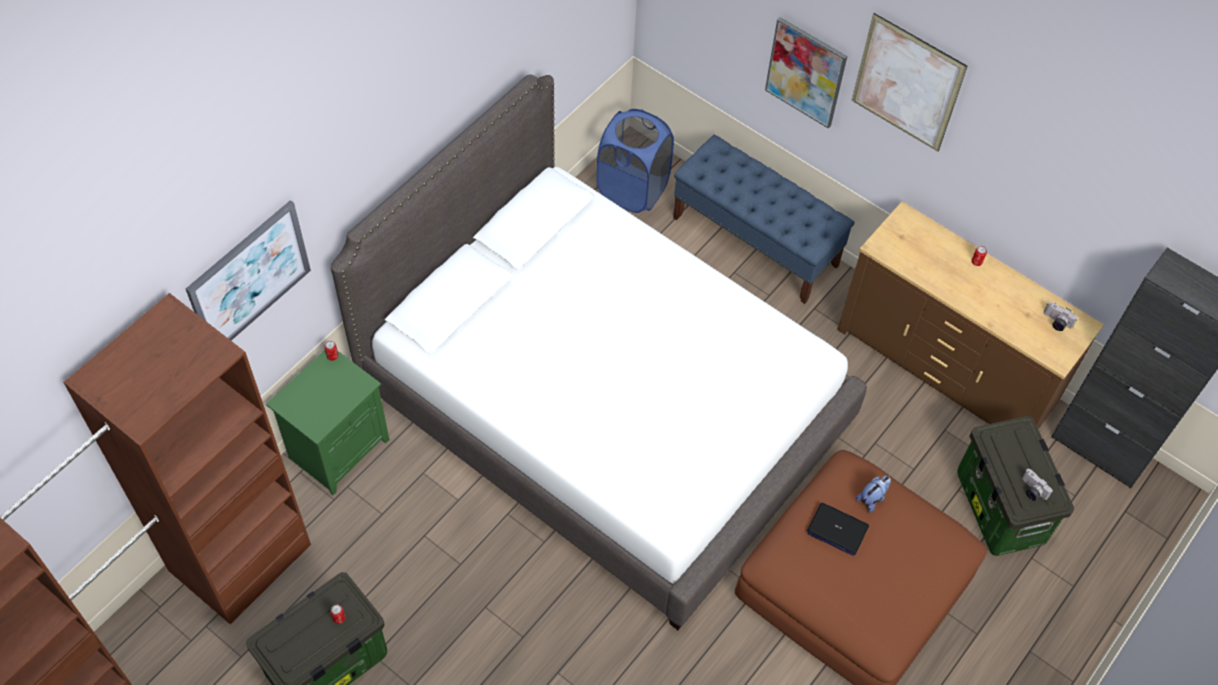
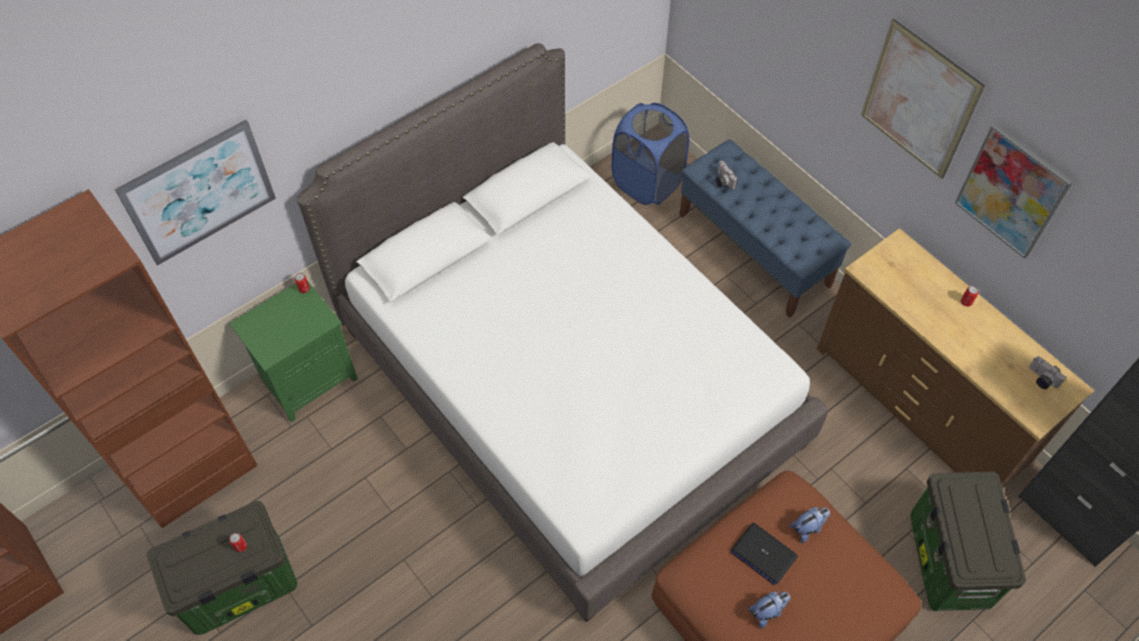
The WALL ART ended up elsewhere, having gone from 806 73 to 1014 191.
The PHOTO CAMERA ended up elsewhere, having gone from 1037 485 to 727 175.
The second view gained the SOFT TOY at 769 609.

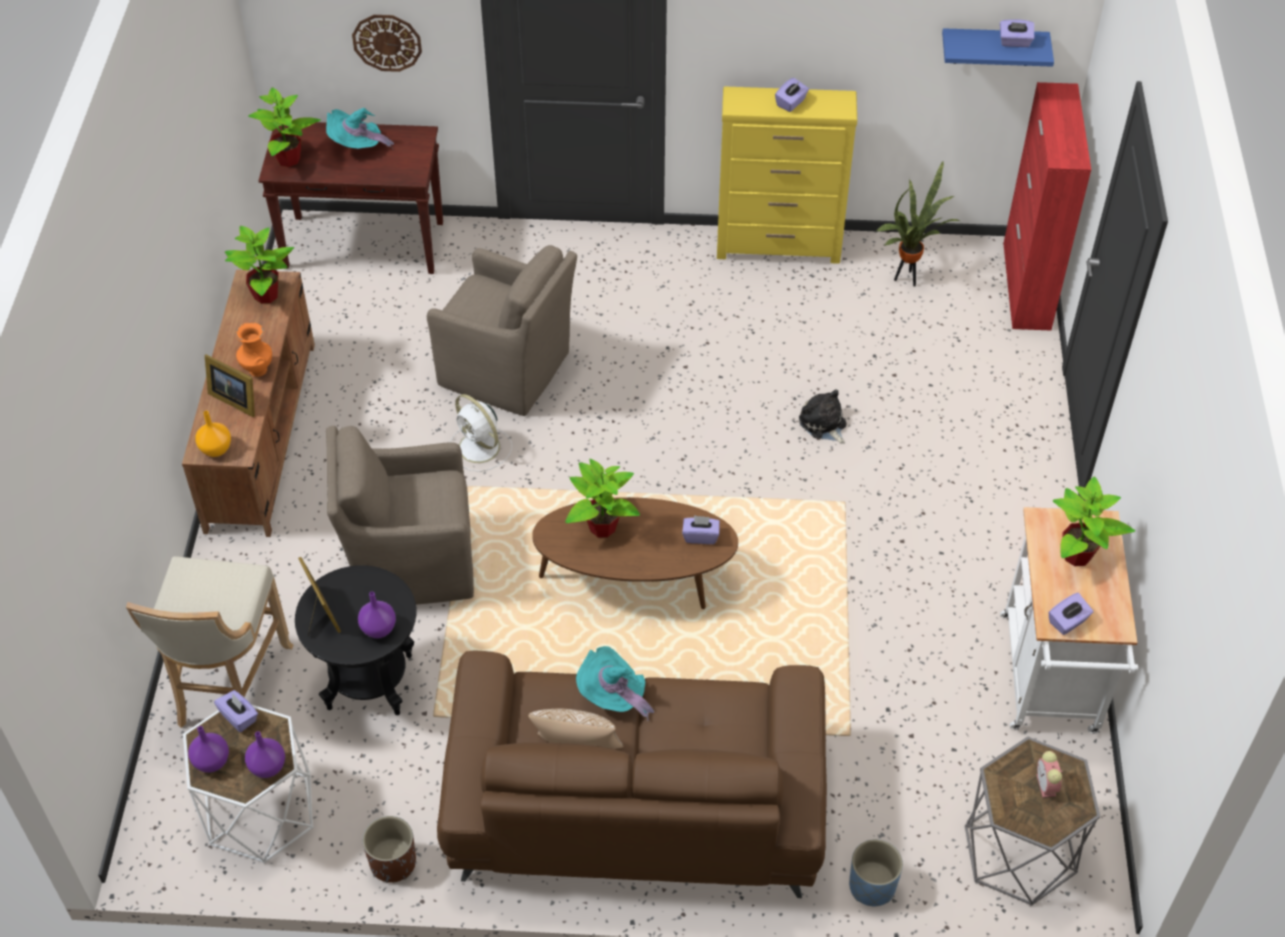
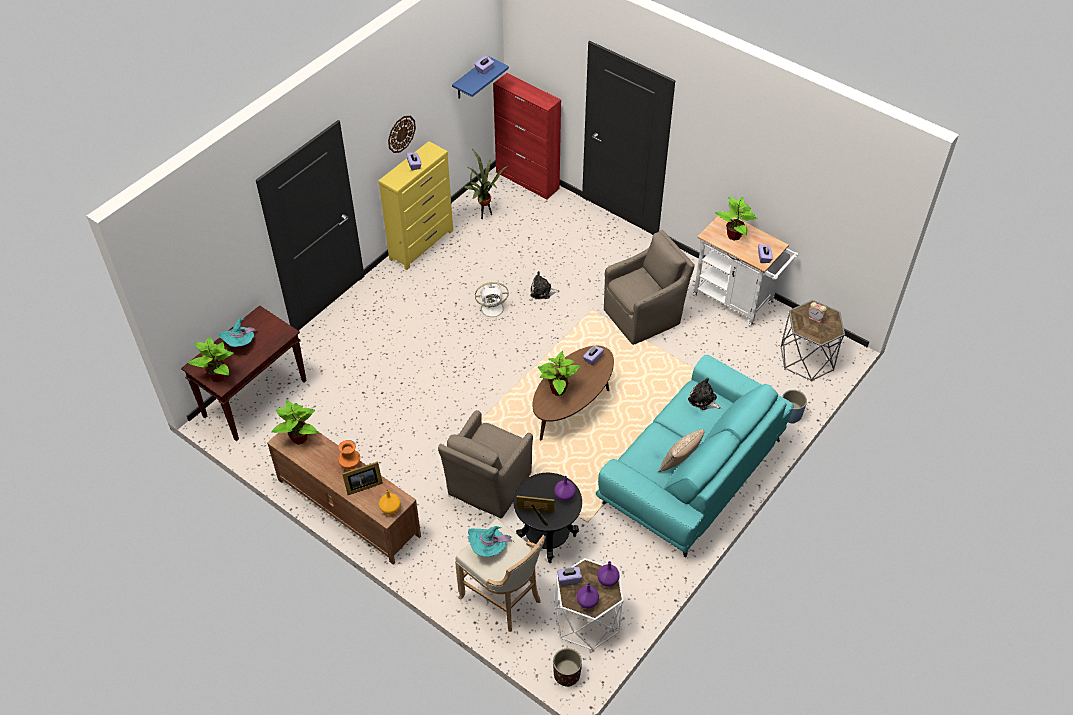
The CLOCK ON THE WALL ended up elsewhere, having gone from 387 43 to 402 134.
The BROWN-COLOURED PLANT POT ended up elsewhere, having gone from 389 849 to 567 667.
The BROWN-COLOURED EASY CHAIR ended up elsewhere, having gone from 502 330 to 649 287.
What was the BROWN-COLOURED SOFA at 632 774 turned into the BLUE-GREEN SOFA at 695 456.
The WHITE COOLING FAN ended up elsewhere, having gone from 481 433 to 491 301.
The BLUE-GREEN HAT ended up elsewhere, having gone from 615 683 to 490 541.
The second view gained the SOFT TOY at 704 394.

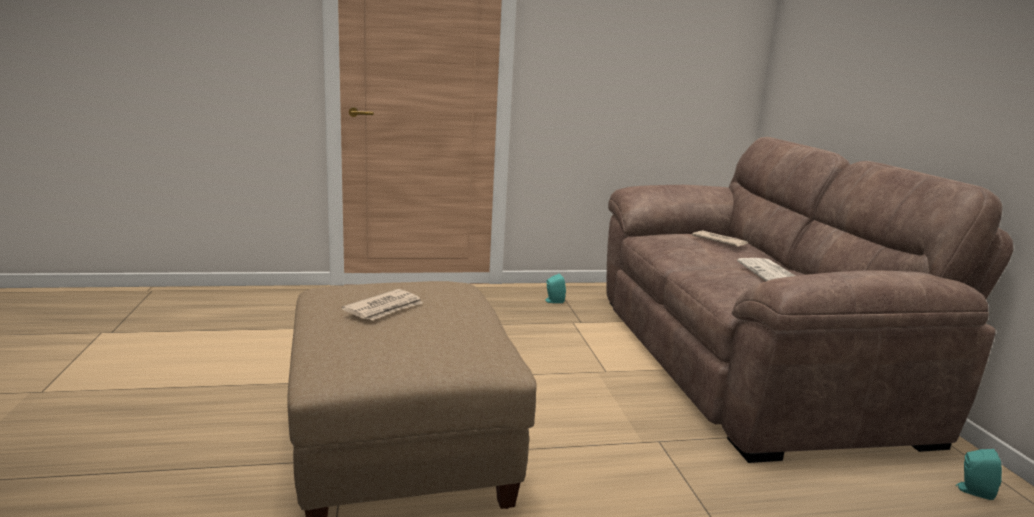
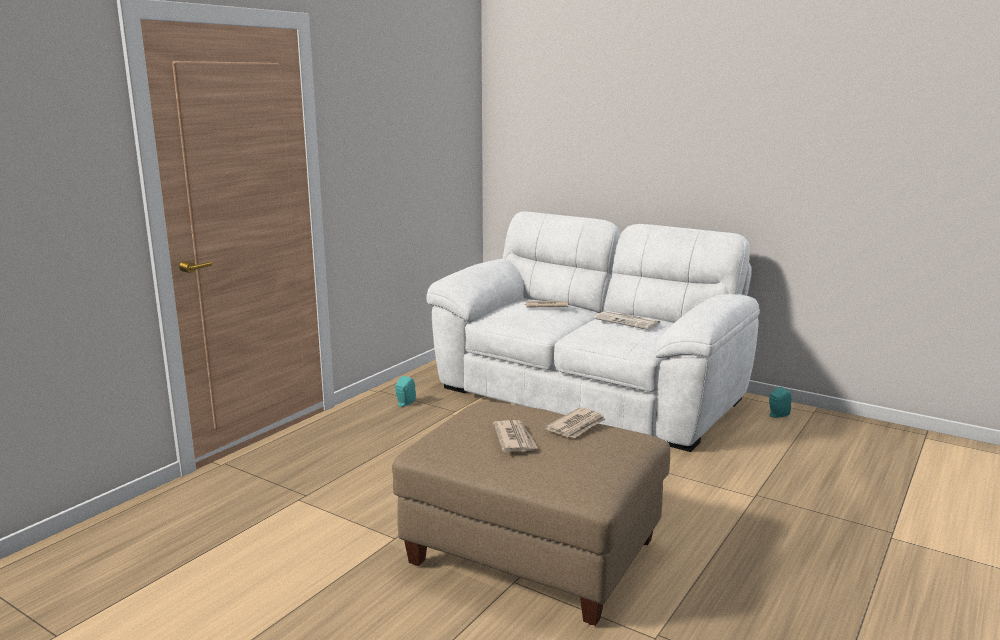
What was the BROWN-COLOURED SOFA at 810 300 turned into the WHITE SOFA at 593 331.
The second view gained the NEWSPAPER at 575 422.

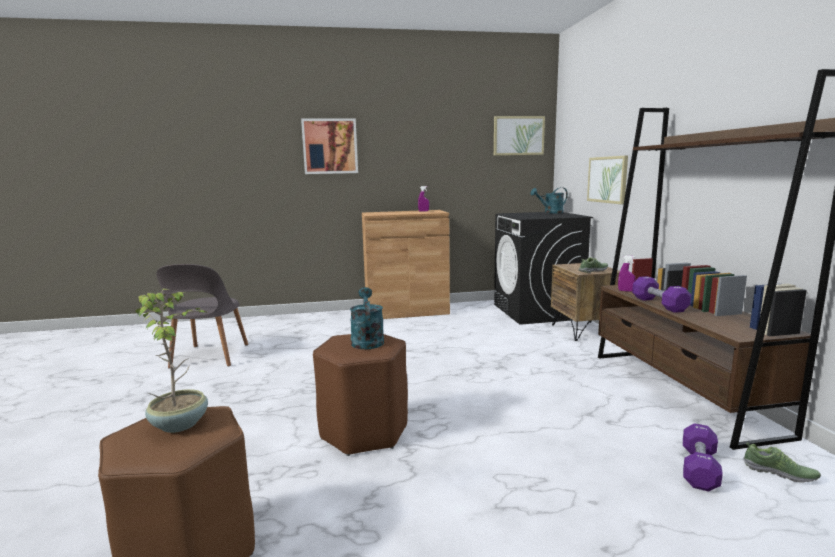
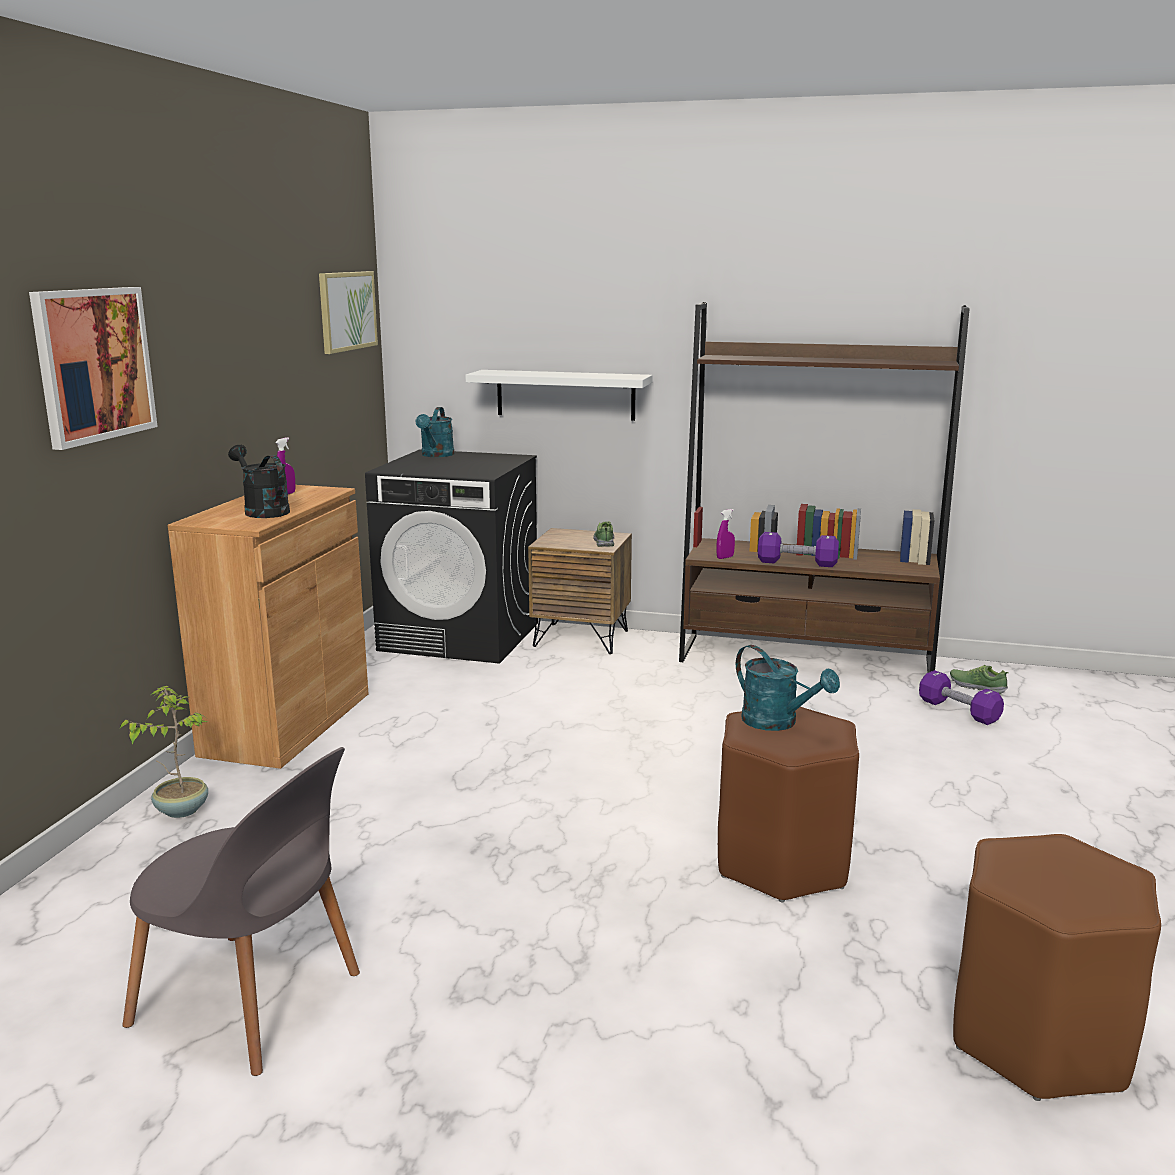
The PLANT IN A POT ended up elsewhere, having gone from 172 361 to 163 752.
The BLUE-GREEN WATERING POT at 367 318 ended up facing another way, 150 degrees counterclockwise from before.
Where the WALL ART hung at 607 179, the WHITE BRACKET SHELF came to hang at 559 395.
The ITEM OF FOOTWEAR at 782 462 ended up facing another way, 105 degrees counterclockwise from before.
The second view gained the BLACK WATERING POT at 259 481.

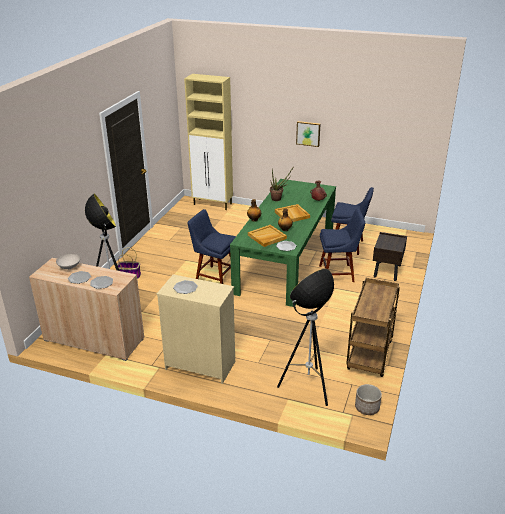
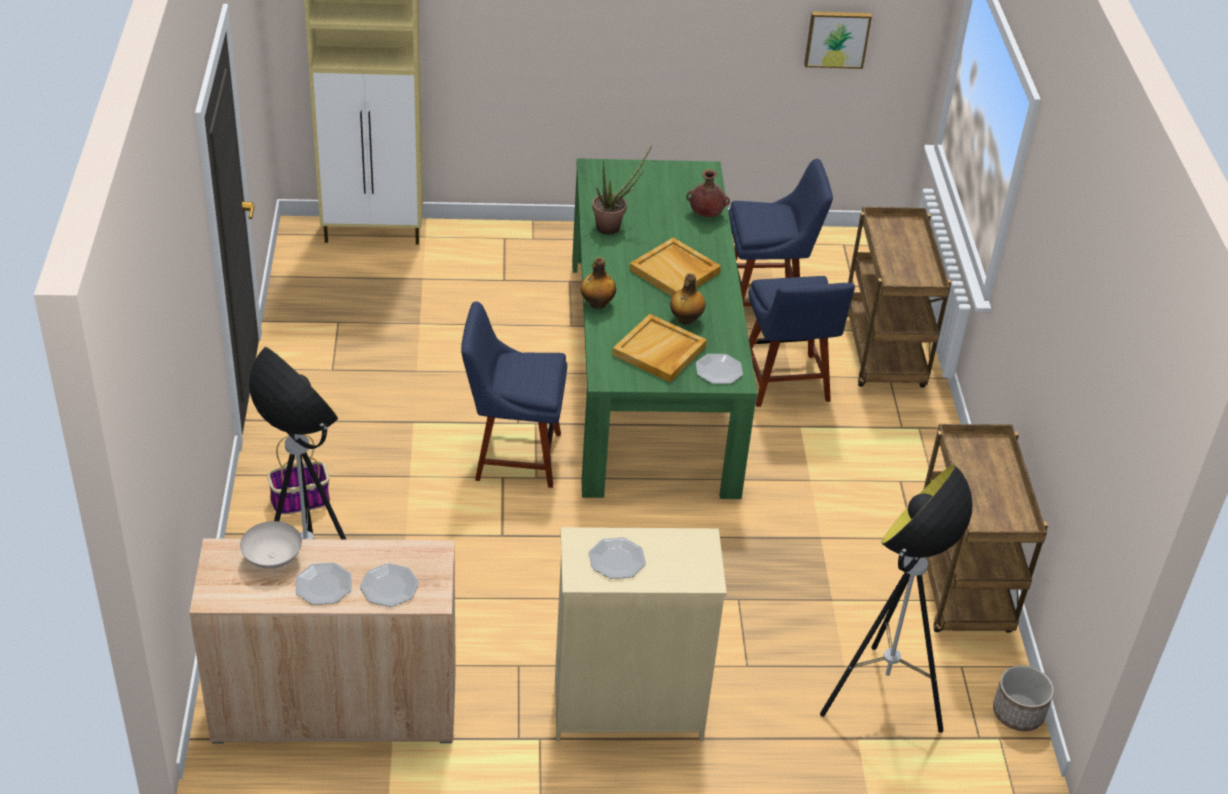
The WALL ART ended up elsewhere, having gone from 308 134 to 838 40.
The BLUISH CHAIR at 342 245 ended up facing another way, 105 degrees clockwise from before.
Where the BROWN-COLOURED NIGHTSTAND stood at 390 256, the BROWN-COLOURED TROLLEY came to stand at 898 297.

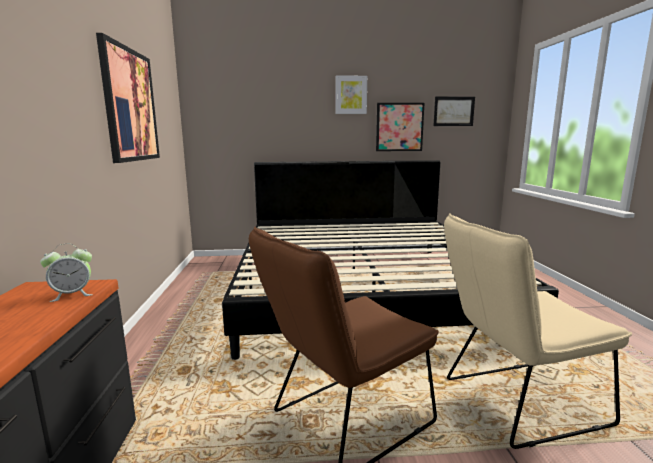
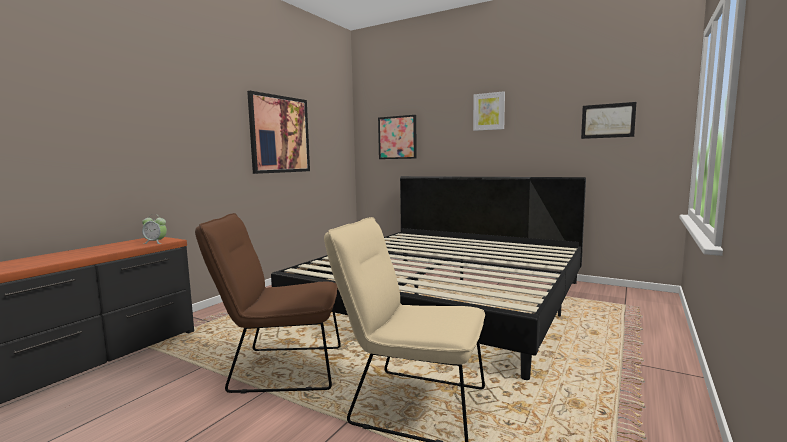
The WALL ART ended up elsewhere, having gone from 400 127 to 397 137.

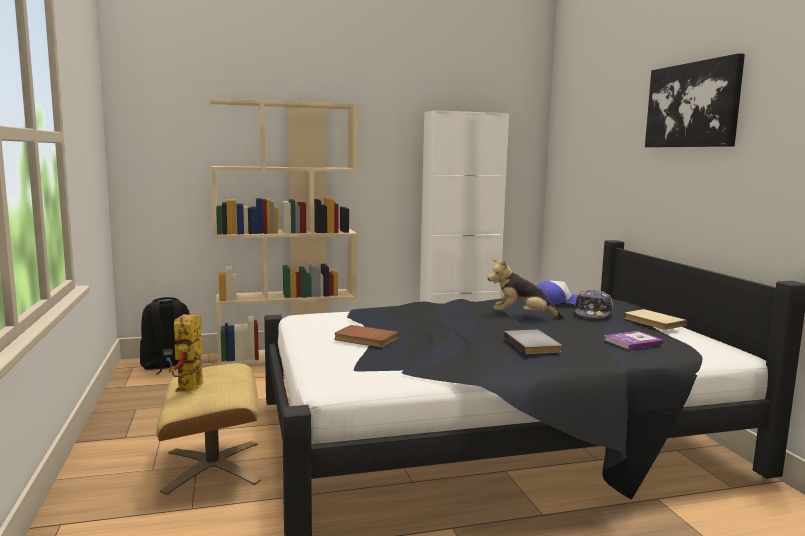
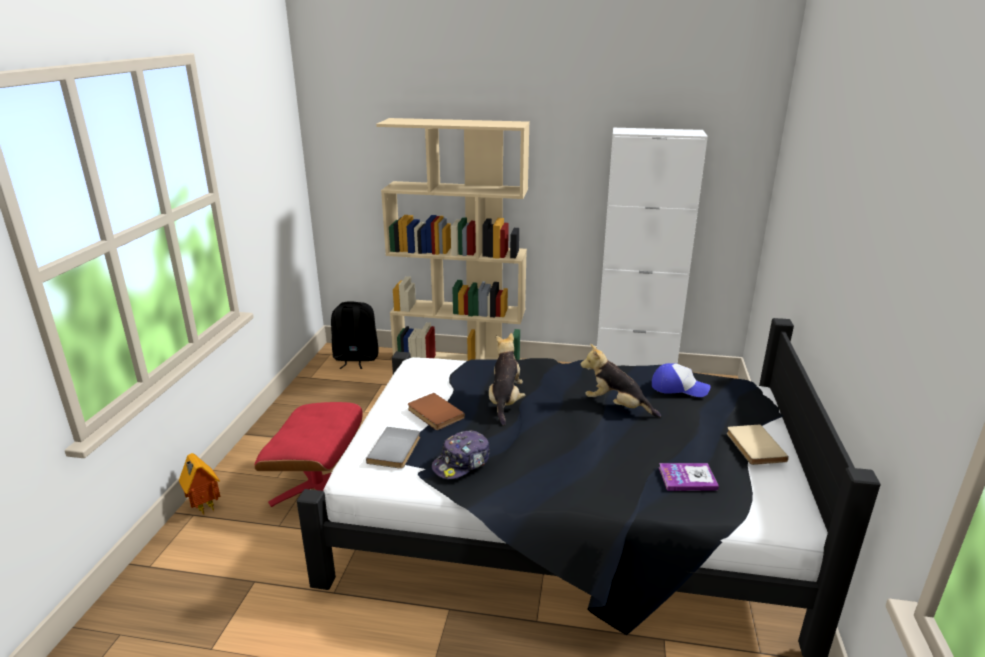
What was the BEIGE-COLOURED OTTOMAN at 208 429 turned into the REDDISH OTTOMAN at 309 454.
The second view lost the MODEL ROBOT at 184 353.
The GREYISH BOOK ended up elsewhere, having gone from 533 342 to 393 448.
The CAP ended up elsewhere, having gone from 593 304 to 461 455.
The second view lost the WALL ART at 695 100.
The second view gained the TOY HOUSE at 199 483.
The second view gained the SOFT TOY at 507 379.

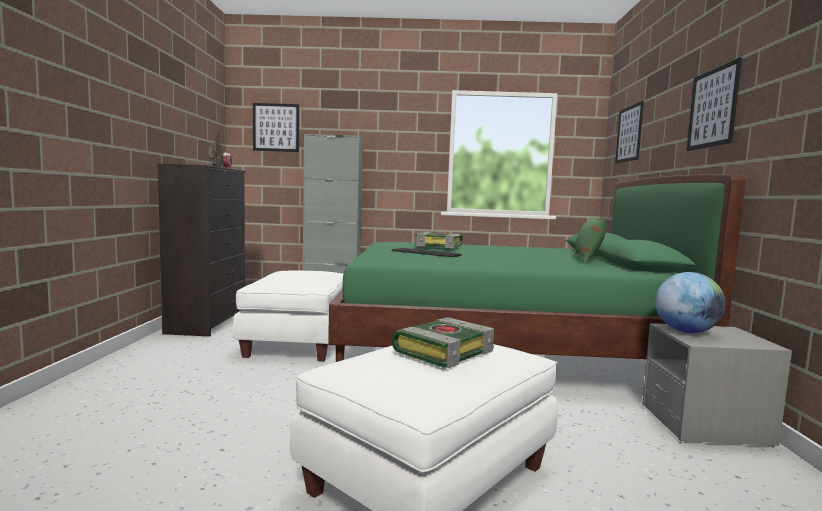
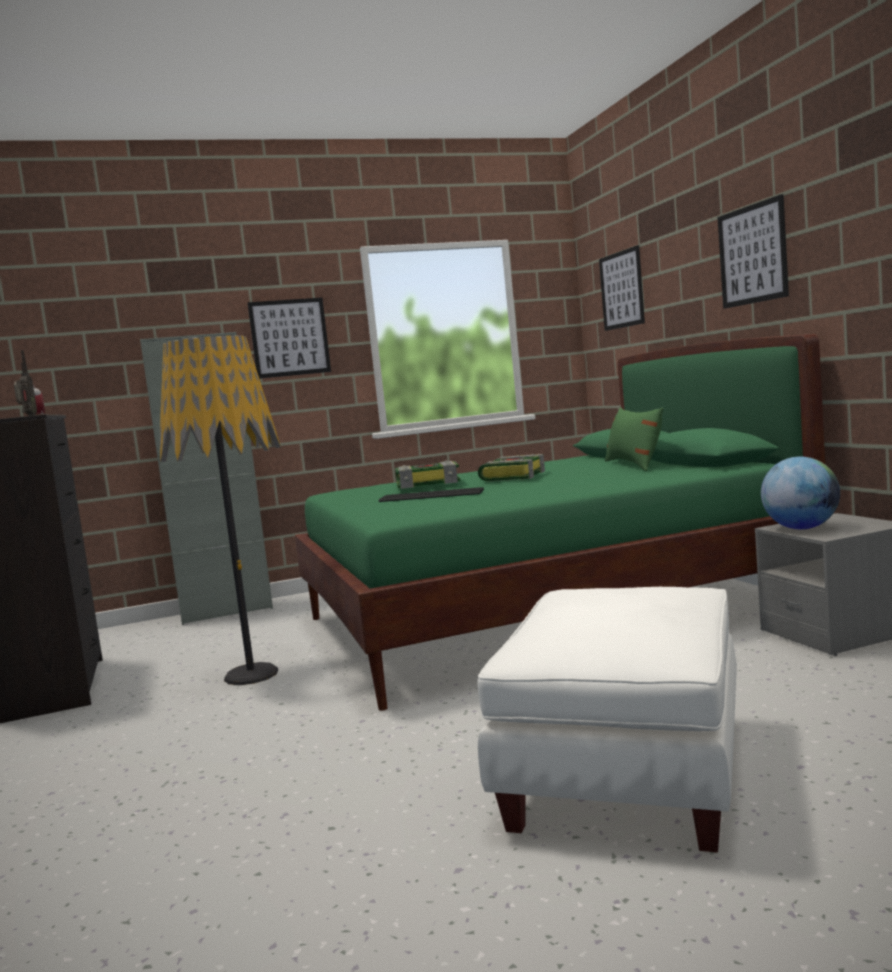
Where the WHITE OTTOMAN stood at 288 316, the FLOOR LAMP came to stand at 220 510.
The WALL ART ended up elsewhere, having gone from 276 127 to 289 338.
The BOOK ended up elsewhere, having gone from 443 343 to 511 467.

